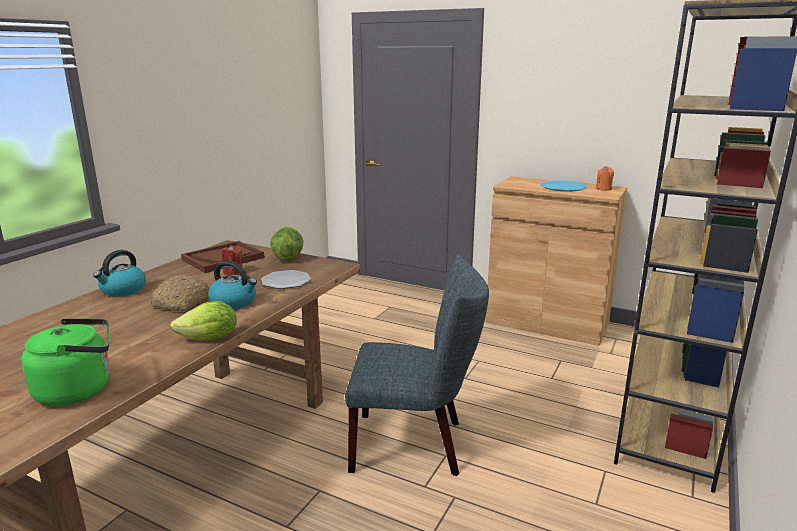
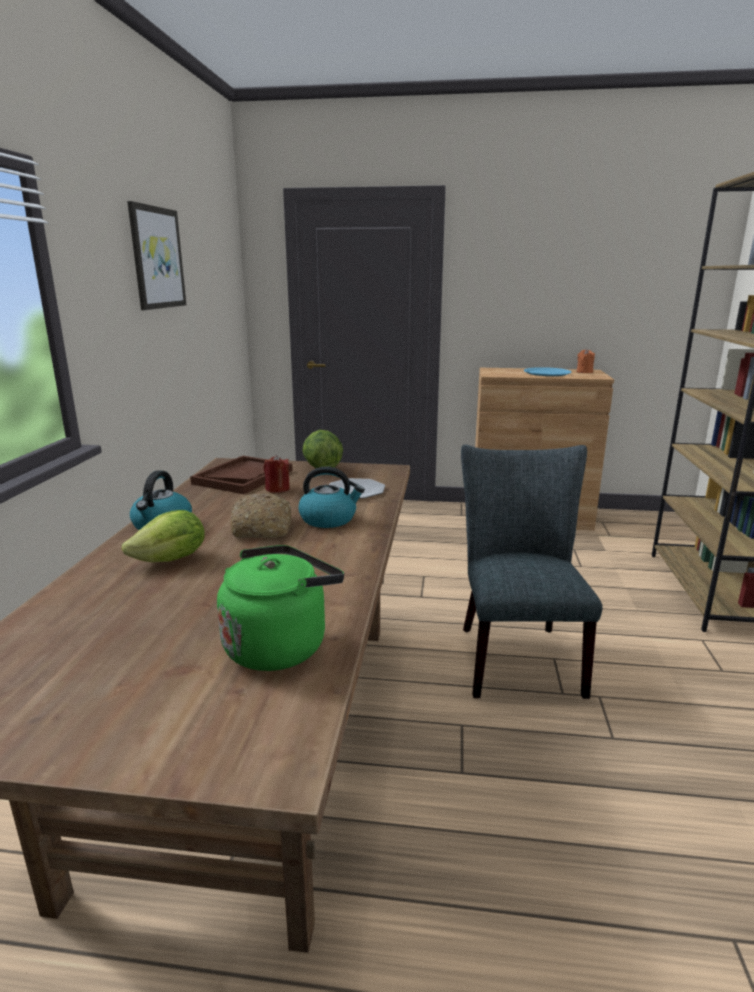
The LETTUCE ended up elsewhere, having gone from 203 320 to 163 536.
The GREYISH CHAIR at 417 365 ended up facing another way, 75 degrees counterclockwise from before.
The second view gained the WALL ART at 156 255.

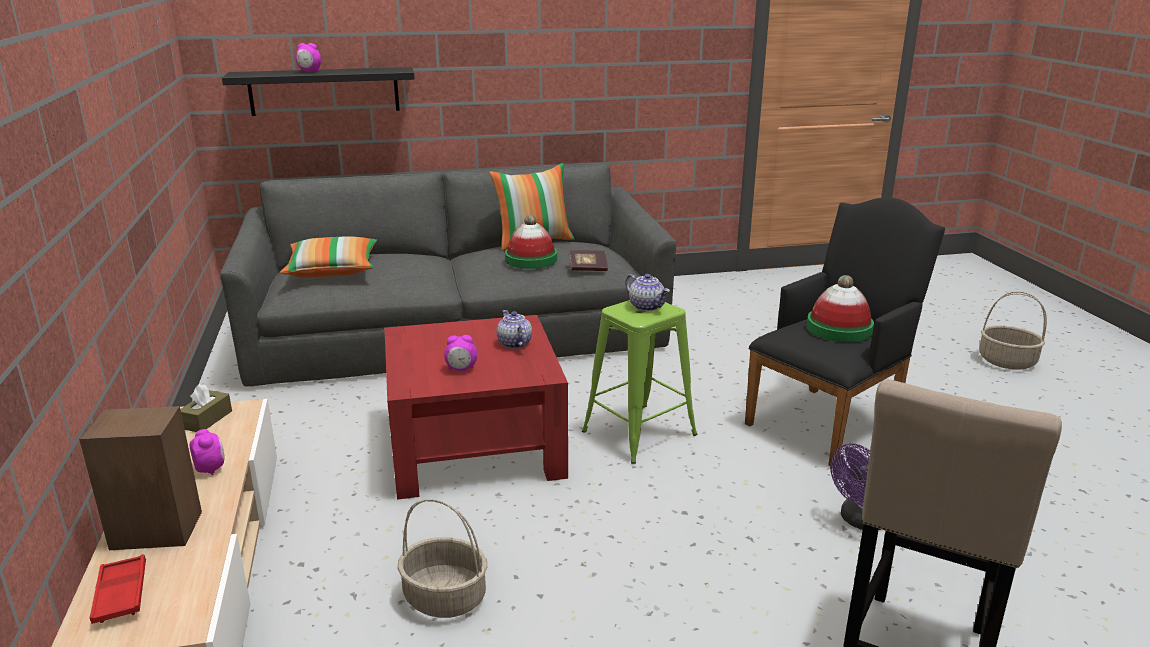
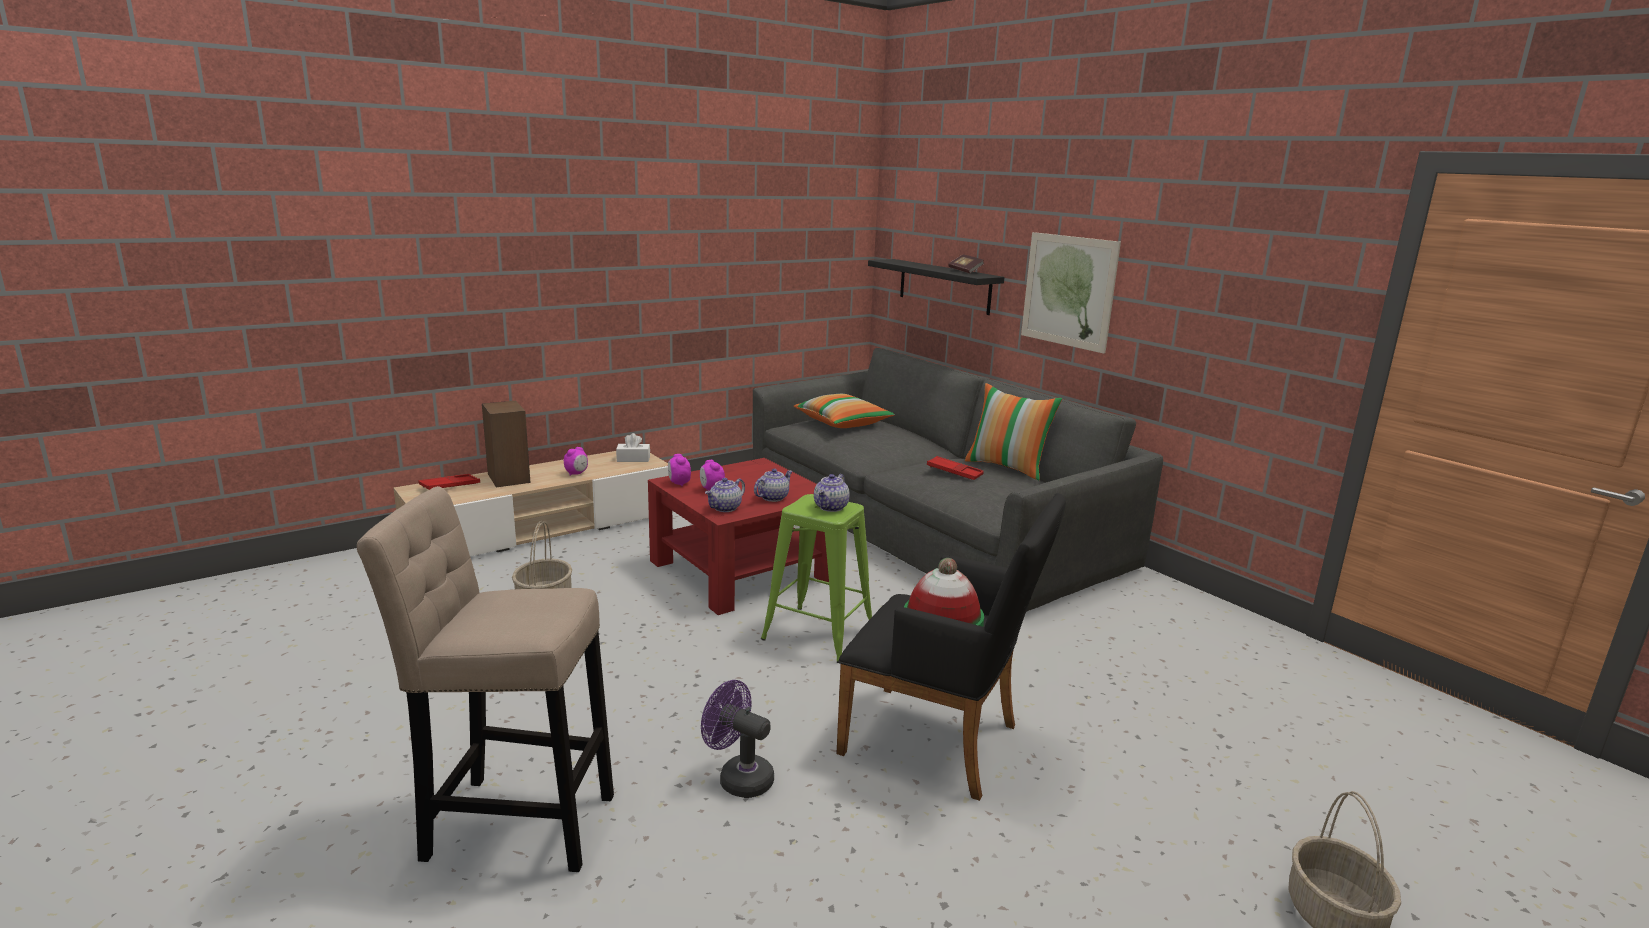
What was the BROWN-COLOURED TISSUE BOX at 206 408 turned into the WHITE TISSUE BOX at 633 447.
The ALARM CLOCK ended up elsewhere, having gone from 308 57 to 679 470.
Where the HAT stood at 531 242, the REDDISH SERVING TRAY came to stand at 955 468.
The BOOK ended up elsewhere, having gone from 588 260 to 966 263.
The second view gained the TEAPOT at 725 495.
The second view gained the WALL ART at 1071 293.

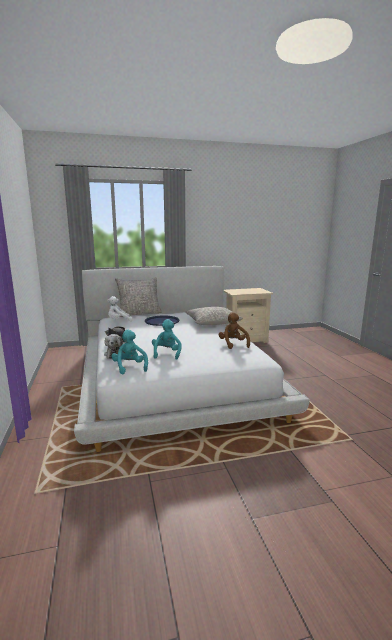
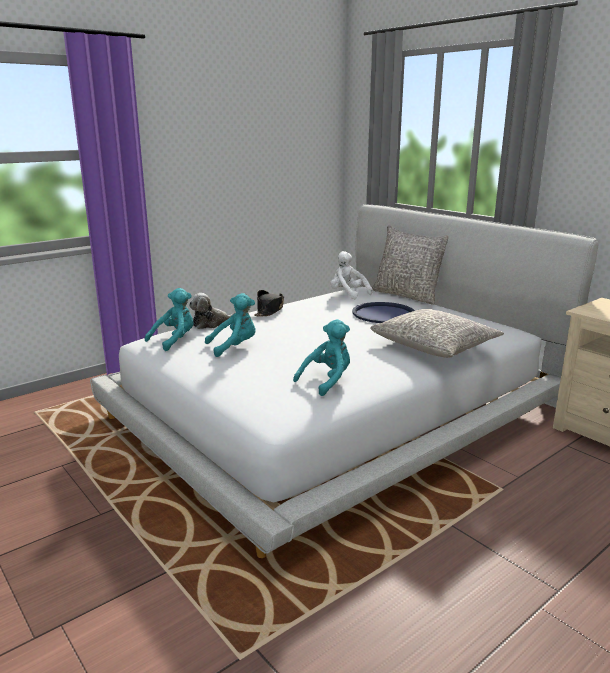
What was the BROWN-COLOURED SOFT TOY at 234 330 turned into the BLUE-GREEN SOFT TOY at 321 357.

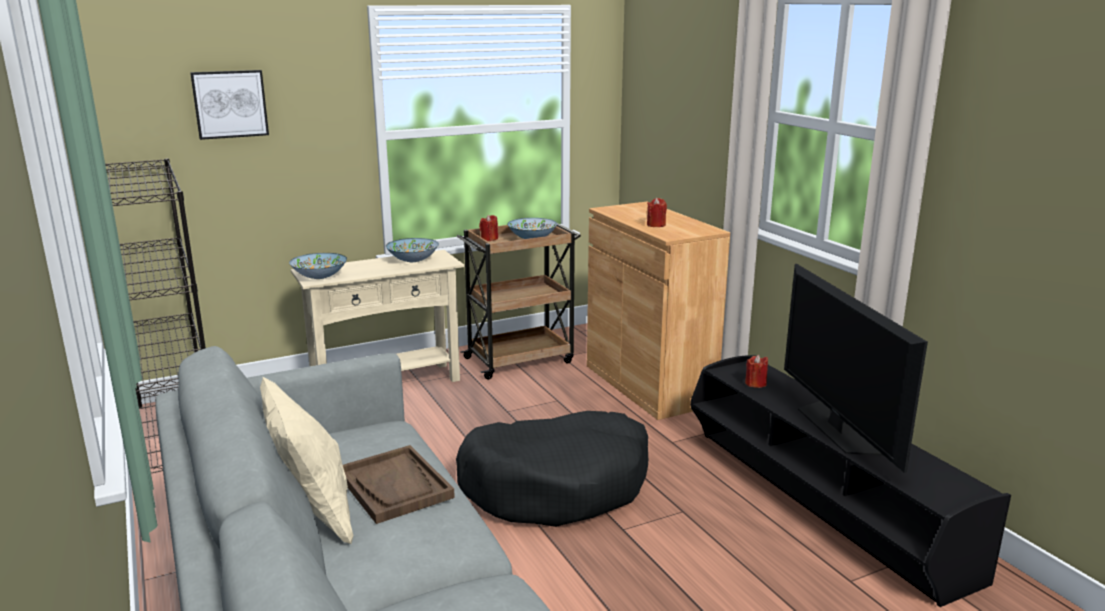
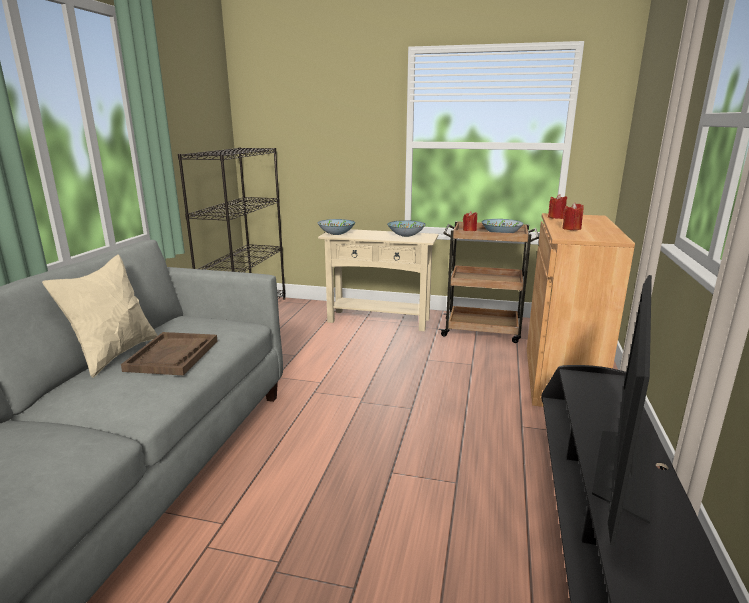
The second view lost the WALL ART at 229 105.
The second view lost the BLACK DOG CUSHION at 552 469.
The REDDISH WAX LIGHT ended up elsewhere, having gone from 756 371 to 557 206.

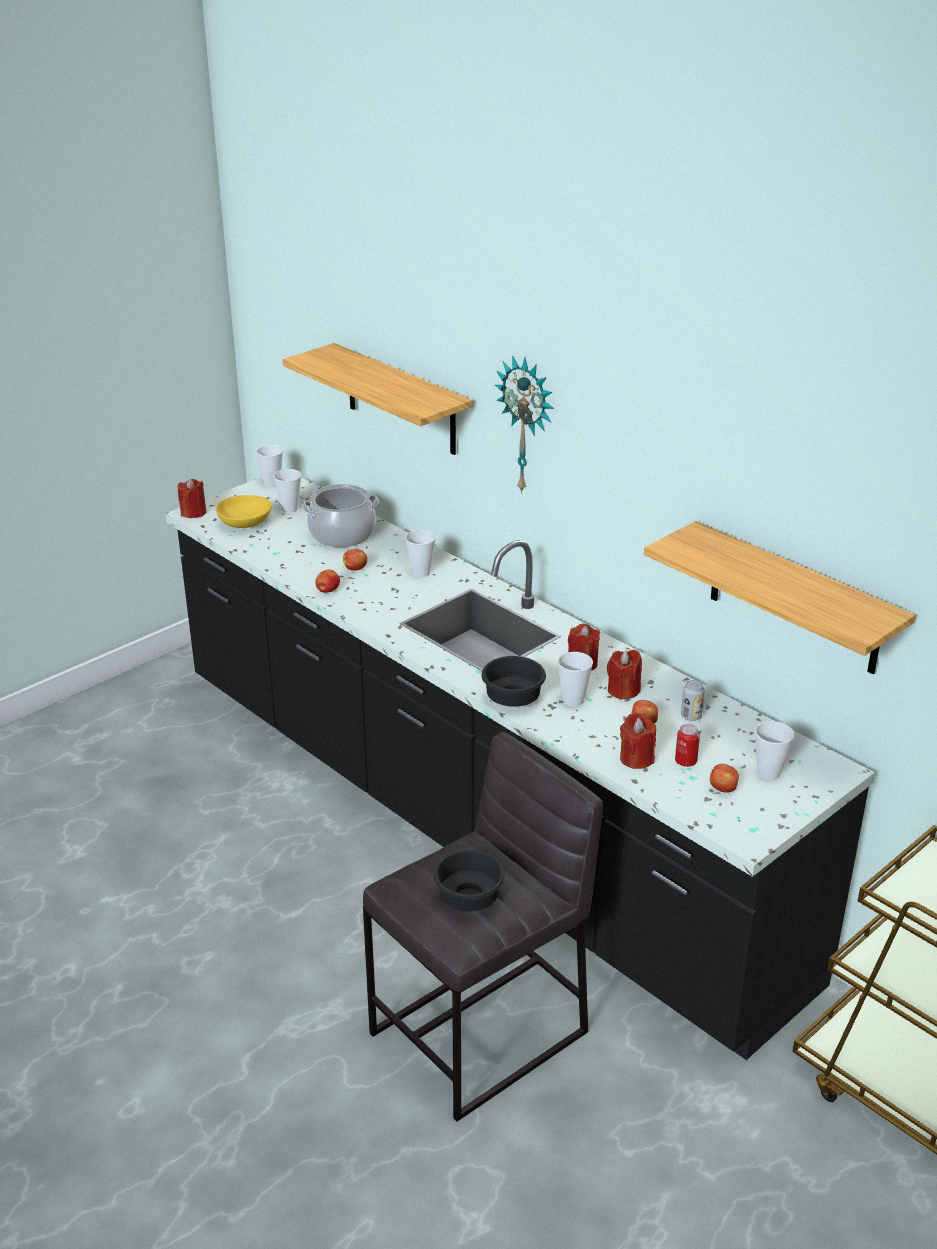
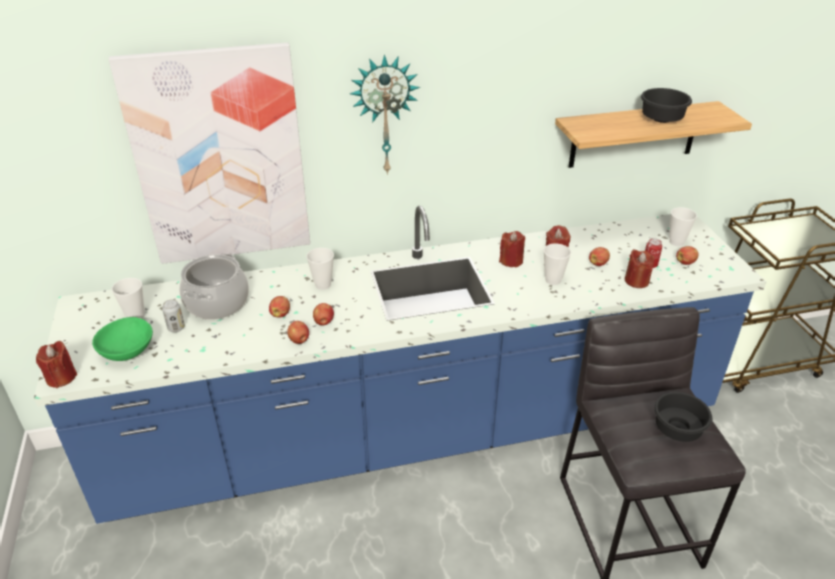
What was the BLACK COUNTER at 520 764 turned into the BLUISH COUNTER at 400 365.
What was the YELLOW-COLOURED BOWL at 244 511 turned into the GREEN BOWL at 122 339.
The second view lost the SMALL CUP at 269 466.
Where the BRACKET SHELF hung at 378 399, the WALL ART came to hang at 209 153.
The BLACK BOWL ended up elsewhere, having gone from 513 681 to 666 105.
The CAN ended up elsewhere, having gone from 693 700 to 173 315.
The second view gained the WHOLE APPLE at 323 314.

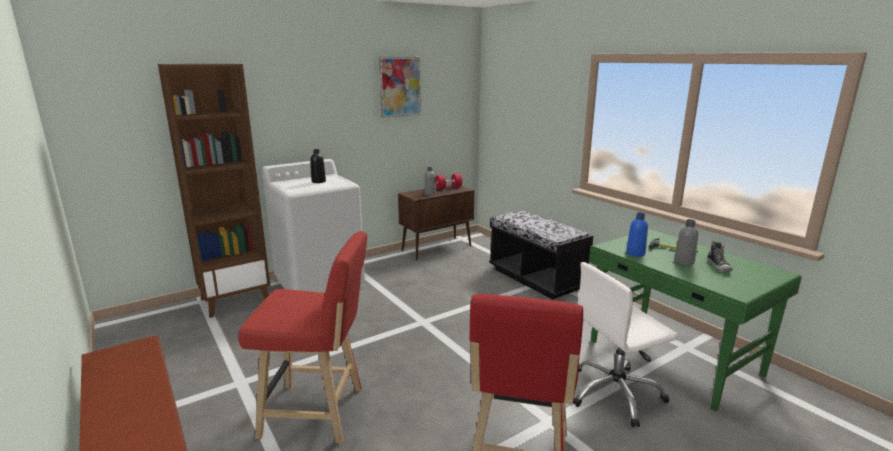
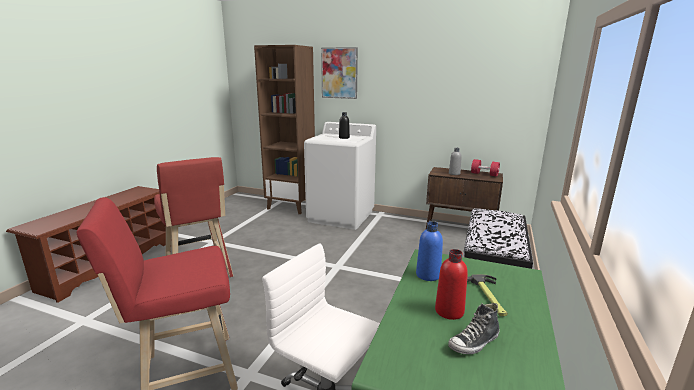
The WALL ART ended up elsewhere, having gone from 400 87 to 339 73.
What was the GREYISH BEVERAGE BOTTLE at 686 242 turned into the REDDISH BEVERAGE BOTTLE at 451 284.

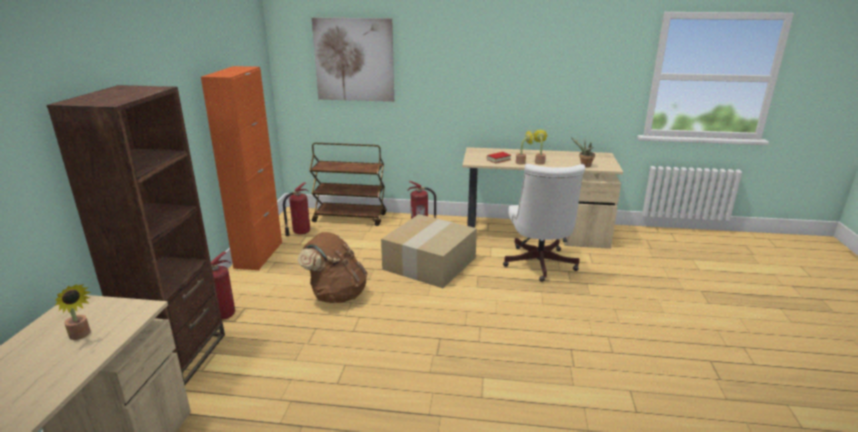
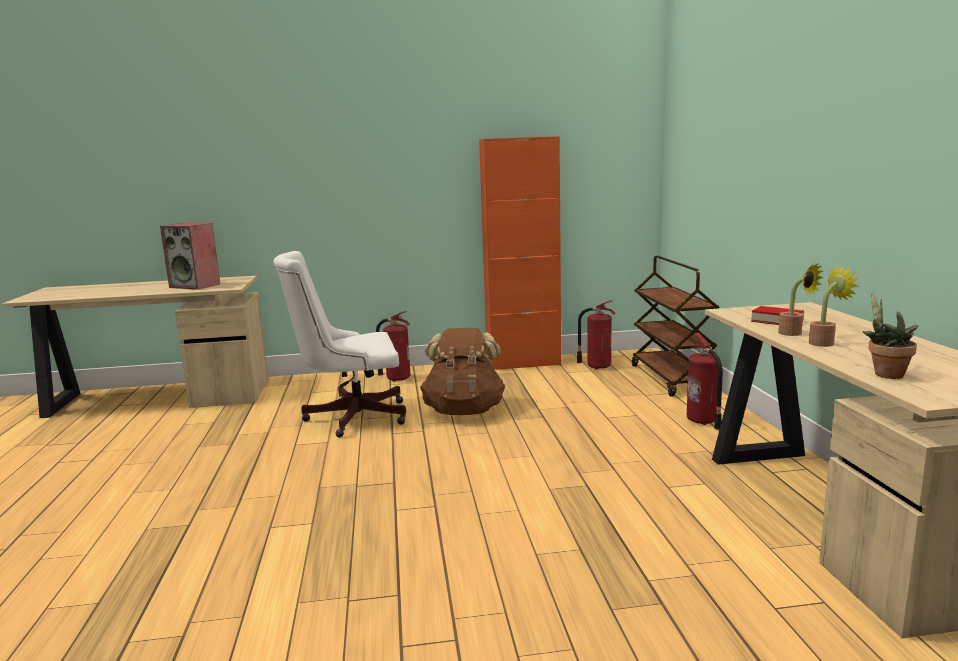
The second view lost the BROWN-COLOURED BOOKCASE at 136 235.
Where the PLANT IN A POT stood at 73 312, the AUDIO SPEAKER came to stand at 190 256.
The second view lost the WALL ART at 353 60.
The second view lost the PACKING BOX at 429 251.
The WHITE OFFICE CHAIR ended up elsewhere, having gone from 544 223 to 339 344.

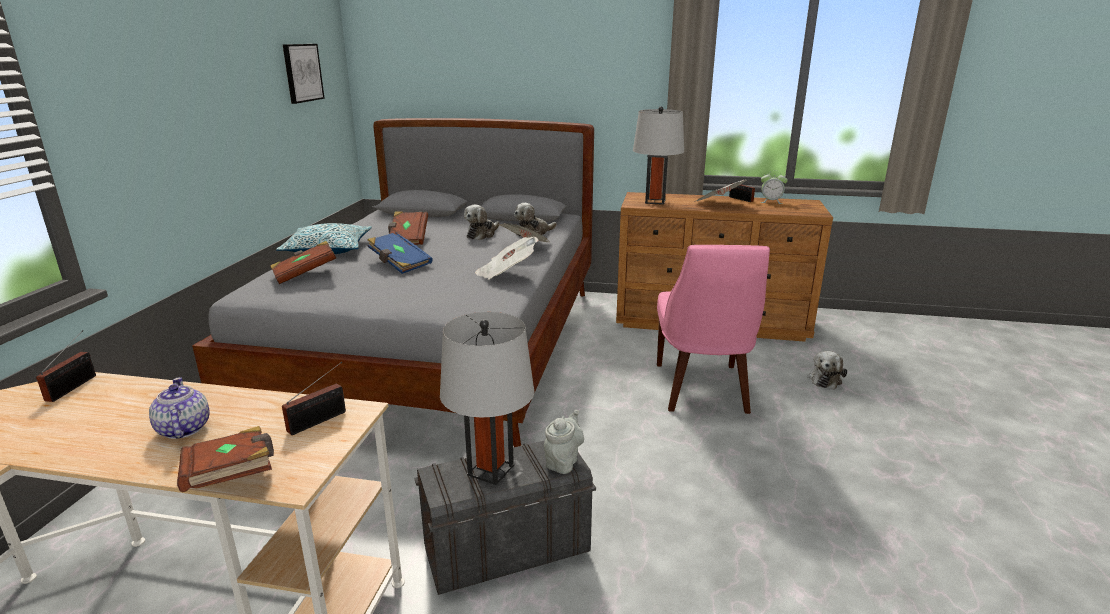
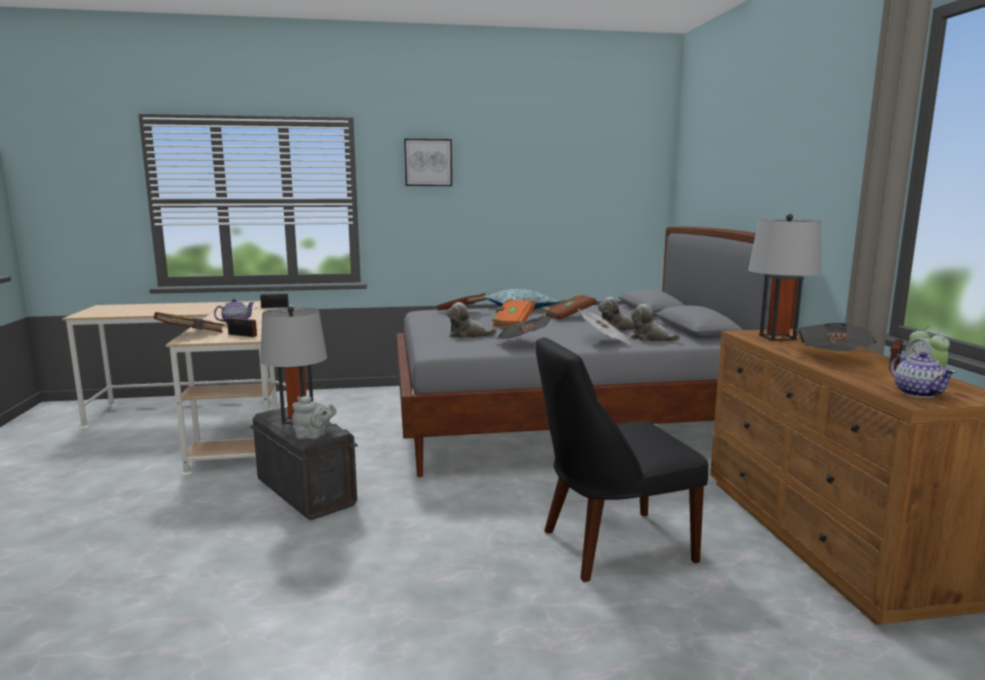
The WALL ART ended up elsewhere, having gone from 304 74 to 428 162.
What was the BLUISH BOOK at 400 253 turned into the ORANGEY BOOK at 513 313.
What was the PINK-COLOURED CHAIR at 713 329 turned into the BLACK CHAIR at 621 459.
The SOFT TOY ended up elsewhere, having gone from 827 370 to 472 320.
The second view gained the TEAPOT at 923 375.

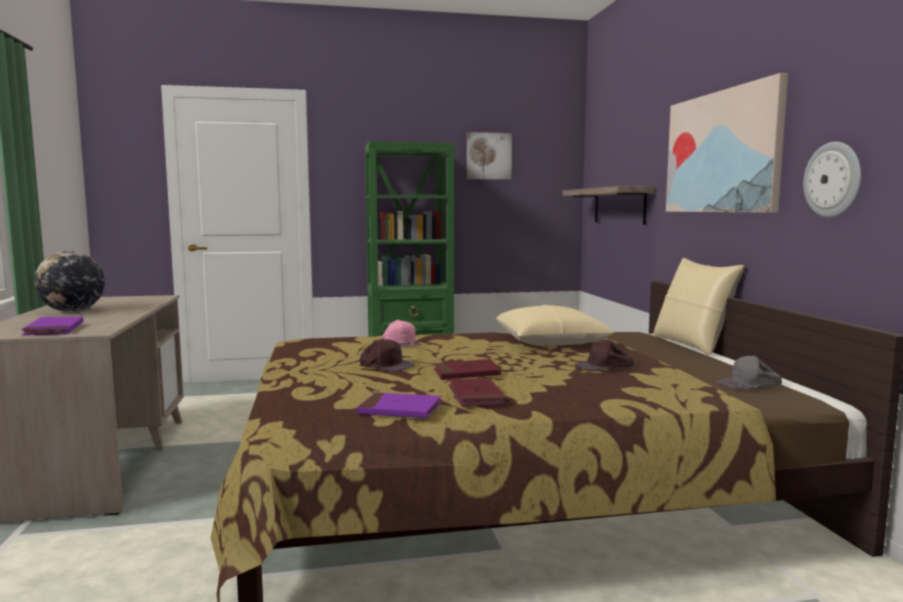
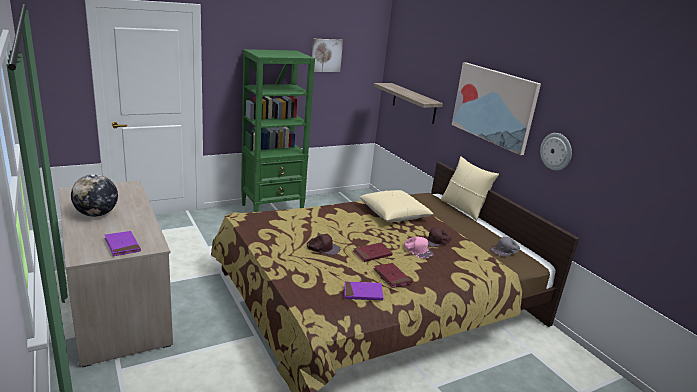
The PINK-COLOURED CAP ended up elsewhere, having gone from 401 333 to 419 248.

